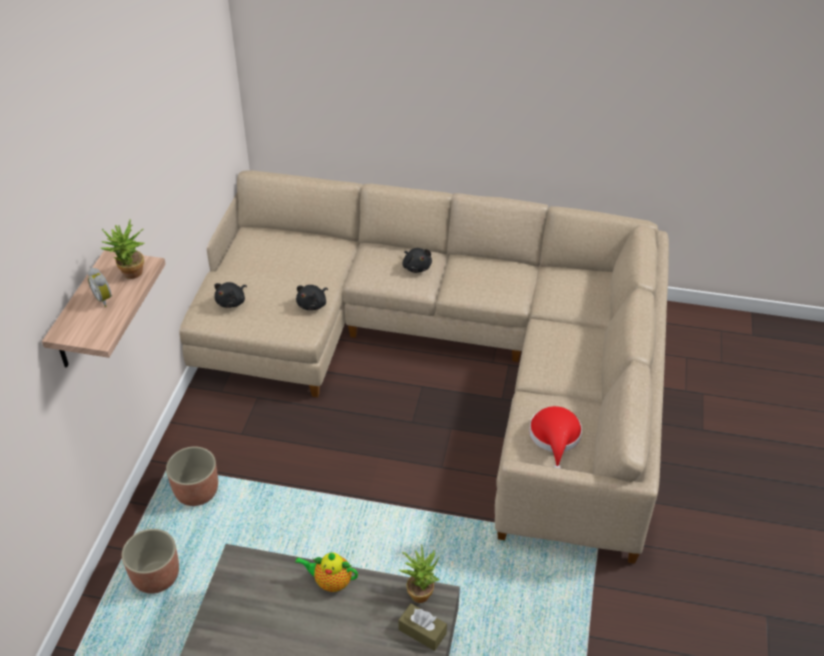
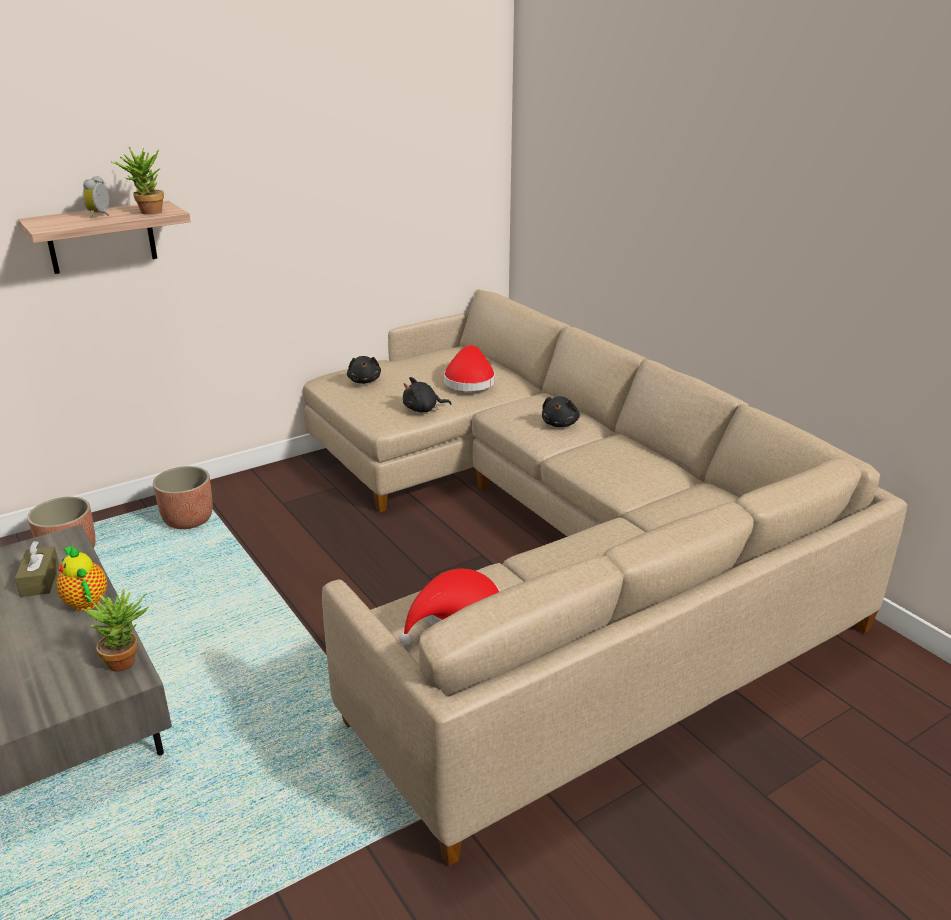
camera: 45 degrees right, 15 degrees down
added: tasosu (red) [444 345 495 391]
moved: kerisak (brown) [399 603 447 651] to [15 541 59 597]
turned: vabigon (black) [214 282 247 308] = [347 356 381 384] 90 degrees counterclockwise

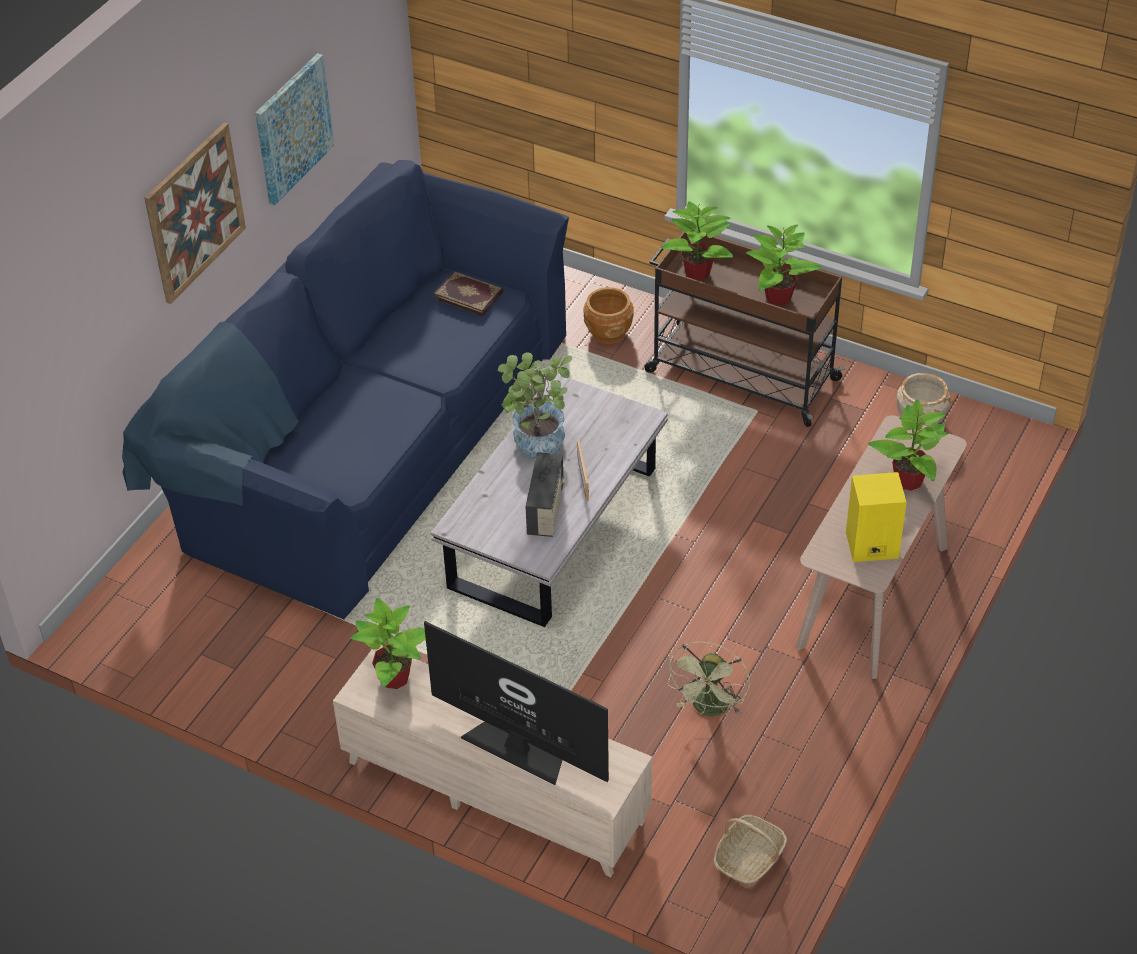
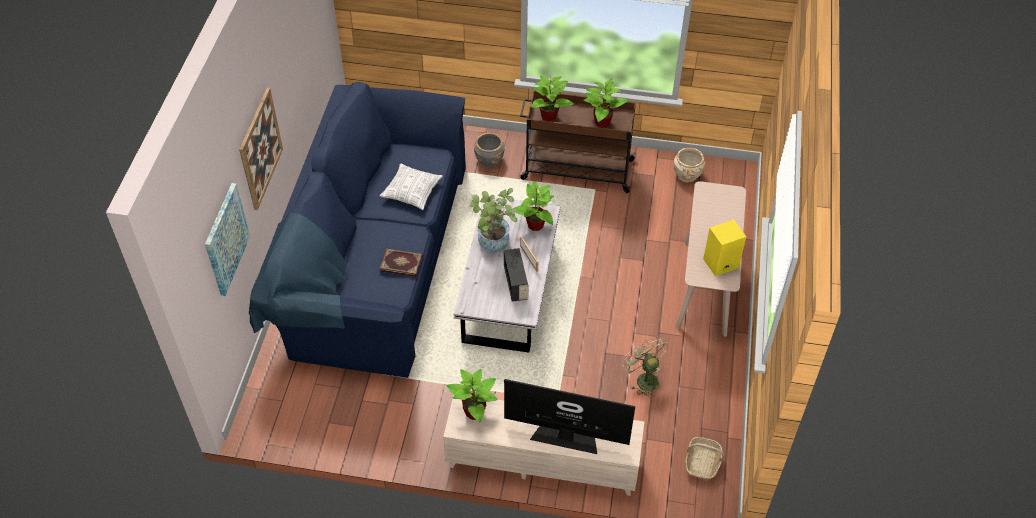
camera: 20 degrees left, 5 degrees up
added: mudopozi [379 163 443 210]
moved: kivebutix [255 53 334 206] to [205 183 250 296]; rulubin [434 271 503 316] to [379 249 423 277]; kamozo [868 399 948 491] to [515 181 554 231]
recoloured: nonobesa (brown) [583 287 634 344] to nonobesa (grey) [474 133 505 167]
turned: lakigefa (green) [667 642 750 716] = [622 336 669 398] 150 degrees clockwise

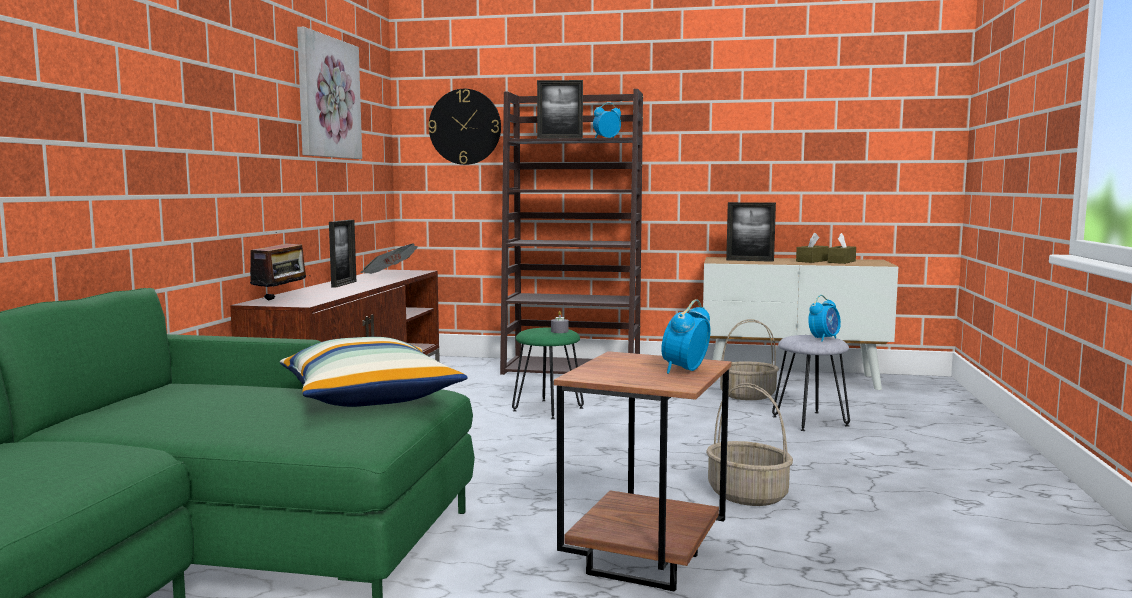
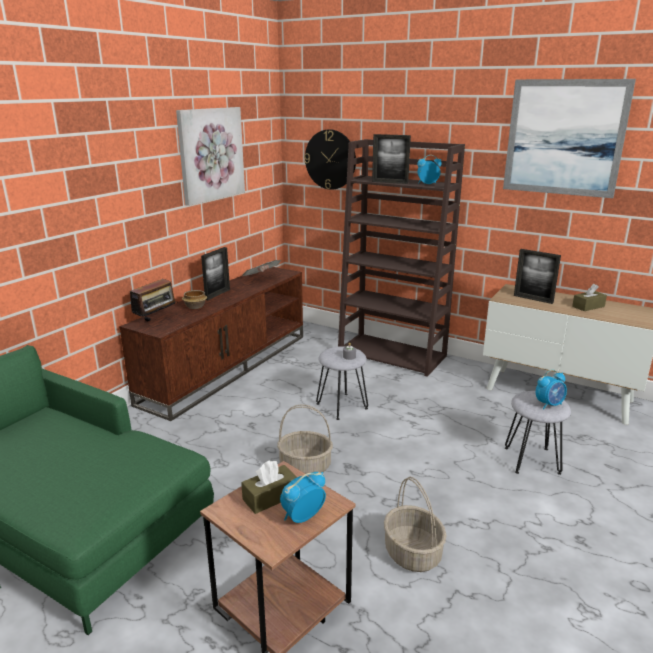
camera: 20 degrees right, 15 degrees up
removed: mudopozi [280 337 468 407]
added: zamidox [182 290 207 309]; kivebutix [503 79 636 198]
moved: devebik [720 319 779 400] to [277 404 333 476]; kerisak (brown) [828 233 856 264] to [241 460 297 514]
recoloured: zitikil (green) [512 328 584 419] to zitikil (grey) [316 346 368 420]

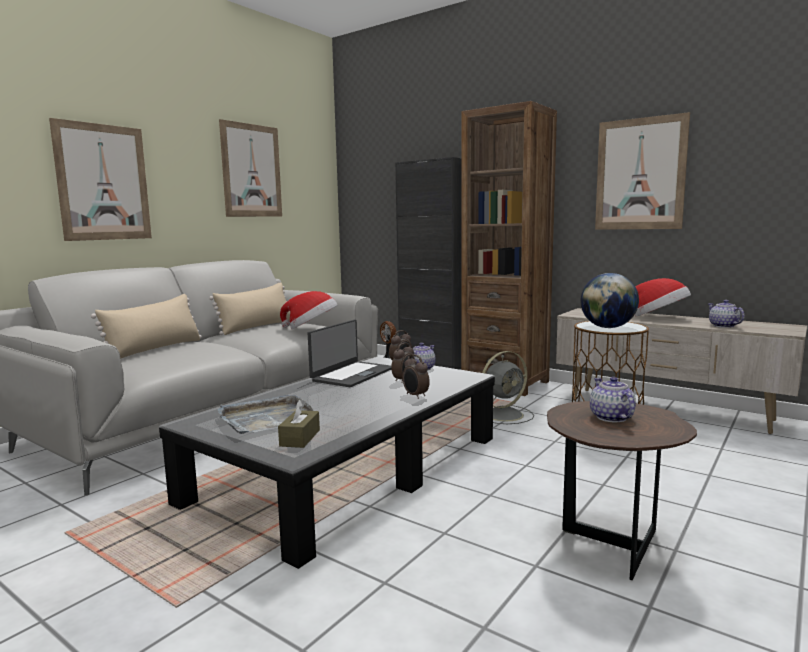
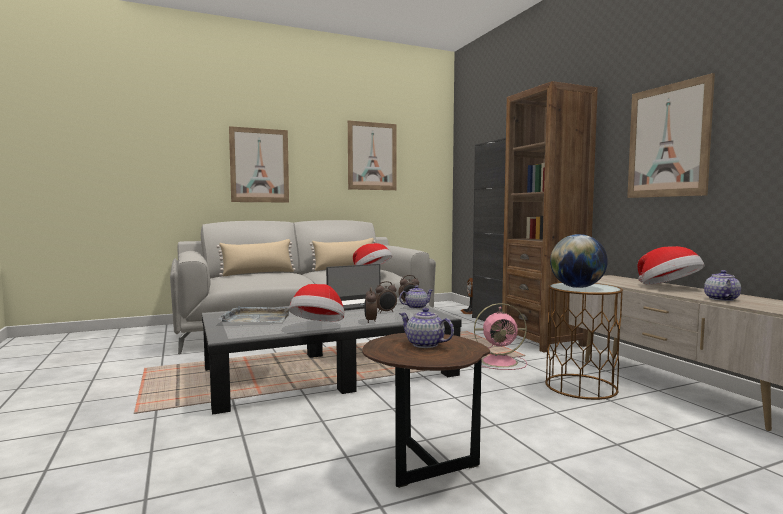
camera: 30 degrees right, 5 degrees down
removed: kerisak (brown) [278 399 320 448]
added: tasosu [289 284 344 322]
recoloured: lakigefa (grey) [482 351 534 424] to lakigefa (pink) [474 303 527 370]
turned: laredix [590 377 636 422] = [399 308 454 348] 75 degrees counterclockwise

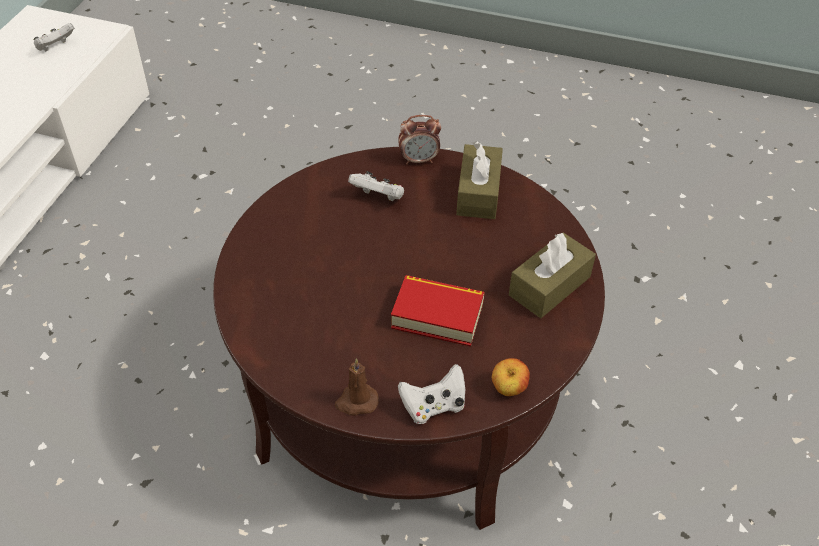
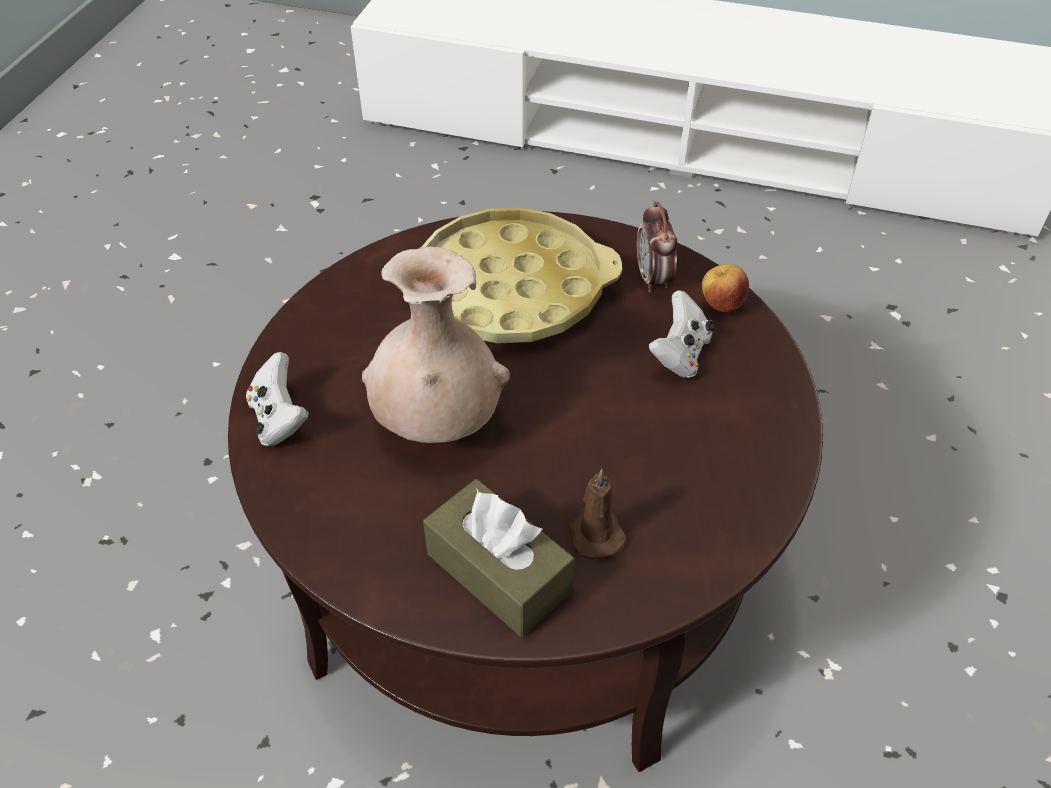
camera: 90 degrees right, 0 degrees up
removed: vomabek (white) [33 23 74 51]; kerisak (brown) [456 141 503 219]
added: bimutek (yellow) [422 208 622 344]
moved: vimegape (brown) [335 359 379 416] to [569 469 626 560]; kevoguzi [398 115 441 165] to [637 201 677 292]; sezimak [492 358 530 396] to [702 264 749 312]
replaced: rulubin [391 275 485 347] to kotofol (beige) [362 247 510 443]

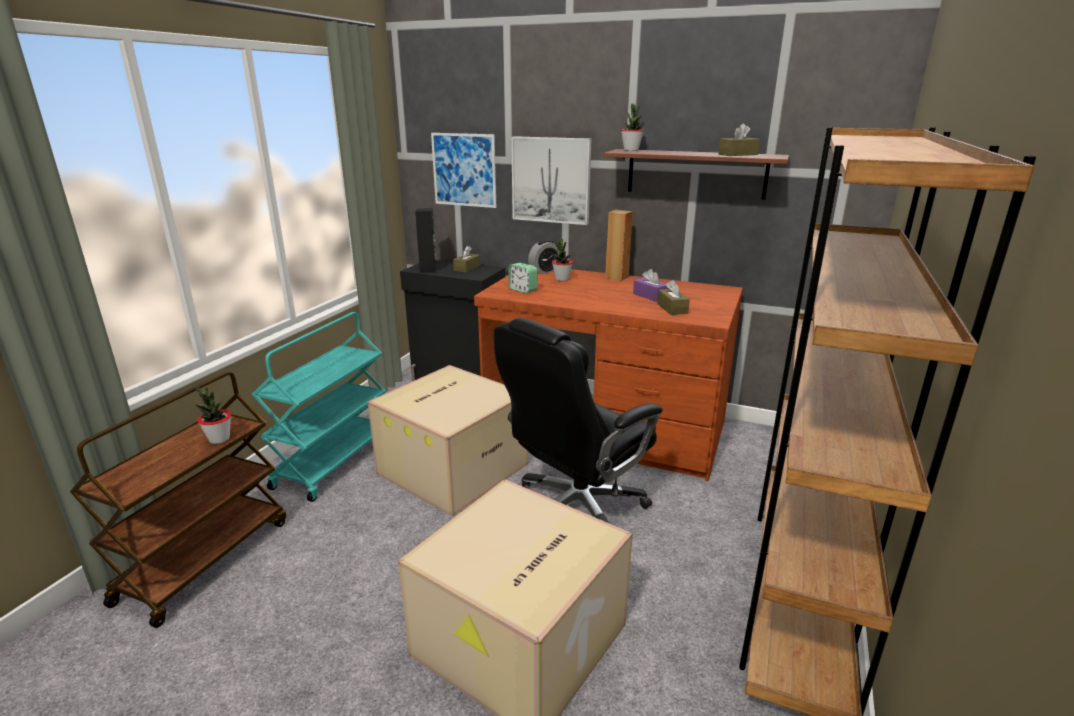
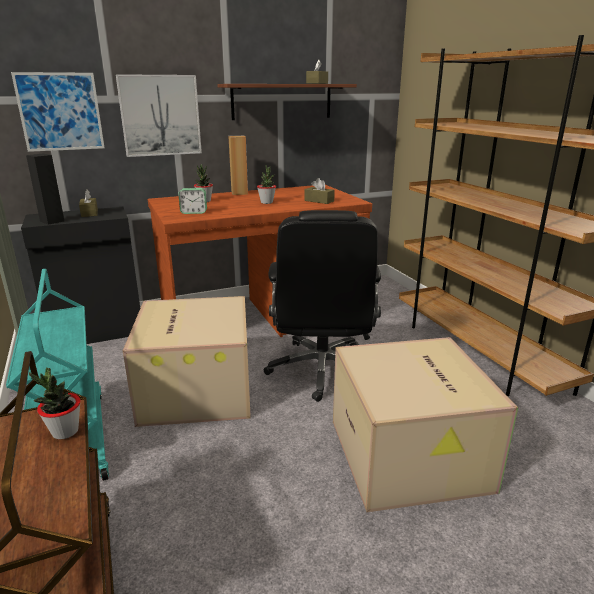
camera: 45 degrees left, 0 degrees up
removed: kevoguzi [528 240 559 274]; kerisak (purple) [633 269 669 302]
moved: kamozo [621 104 644 151] to [257 165 276 204]

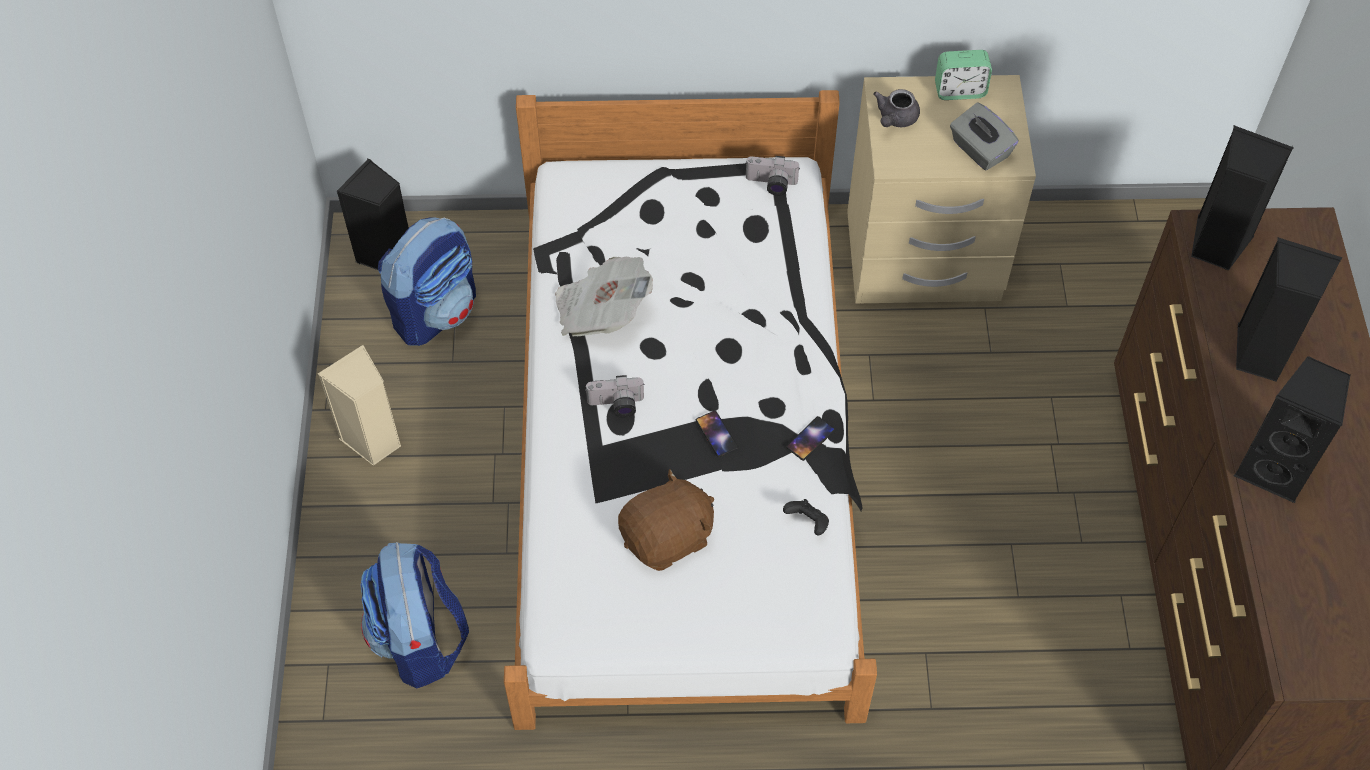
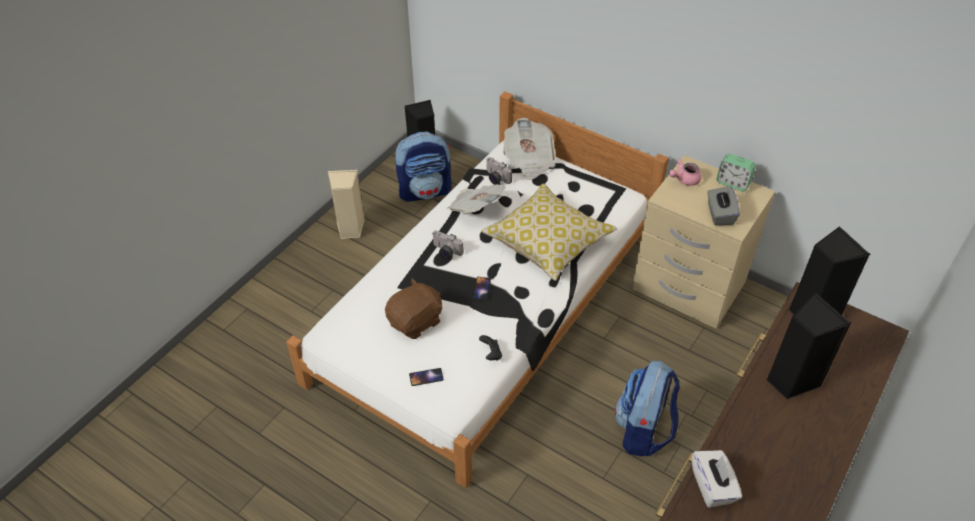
camera: 35 degrees right, 10 degrees down
removed: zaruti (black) [1234 356 1350 503]
added: mudopozi [481 183 617 281]; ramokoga [503 118 556 180]; kerisak (white) [692 450 742 508]
moved: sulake [360 542 469 688] to [615 361 680 456]; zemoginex [745 156 799 196] to [487 157 512 184]; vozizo [786 416 835 461] to [409 368 444 386]
recoloured: laredix (grey) [873 89 920 127] to laredix (pink) [669 159 702 186]
turned: vabigon (brown) [618 469 714 571] = [385 278 442 339] 45 degrees counterclockwise

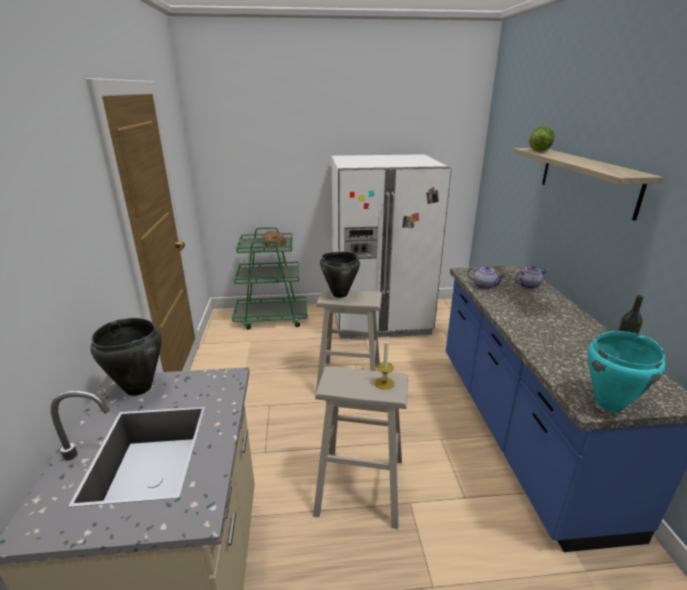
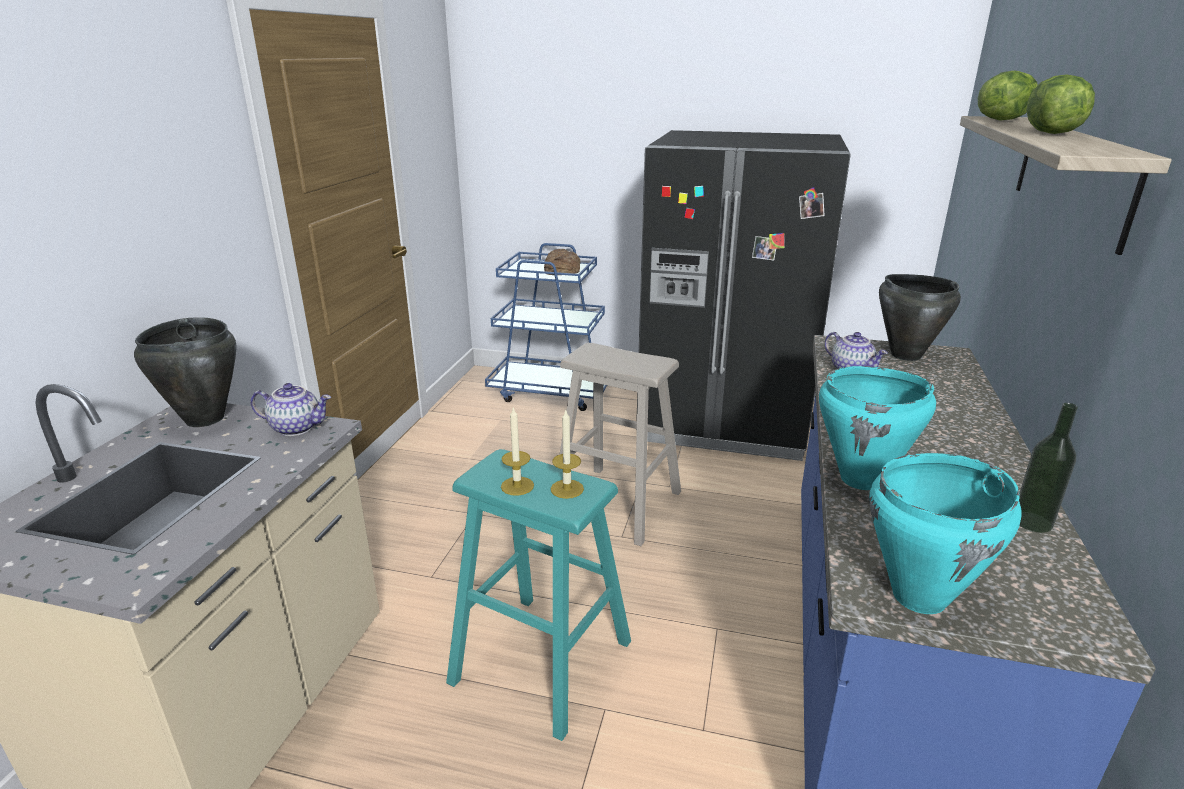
camera: 20 degrees right, 0 degrees up
added: vimegape [501 406 534 496]; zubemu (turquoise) [819 366 936 490]; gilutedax [1026 74 1095 134]
moved: zubemu (black) [320 252 360 298] to [879 274 961 361]; laredix [514 266 548 289] to [251 383 331 436]
recoloured: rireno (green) [232 227 307 329] to rireno (blue) [485 243 607 411]; zitikil (beige) [313 366 408 529] to zitikil (turquoise) [446 449 631 741]; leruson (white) [332 154 451 339] to leruson (black) [636 130 851 461]

